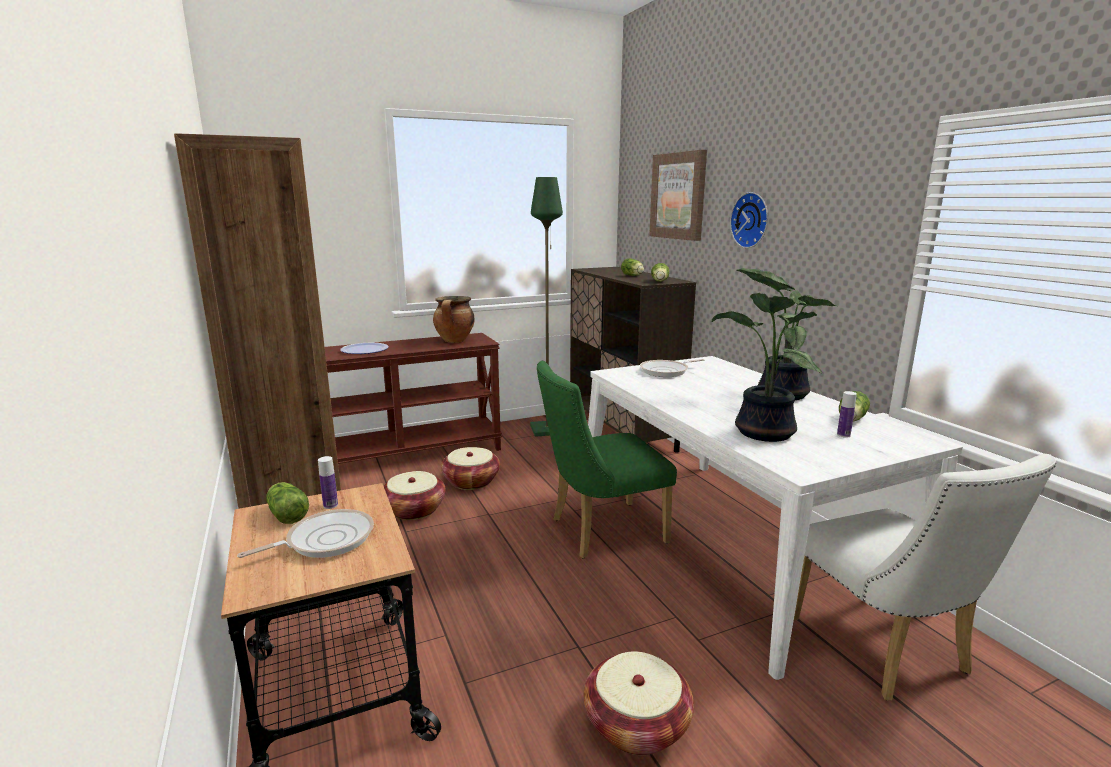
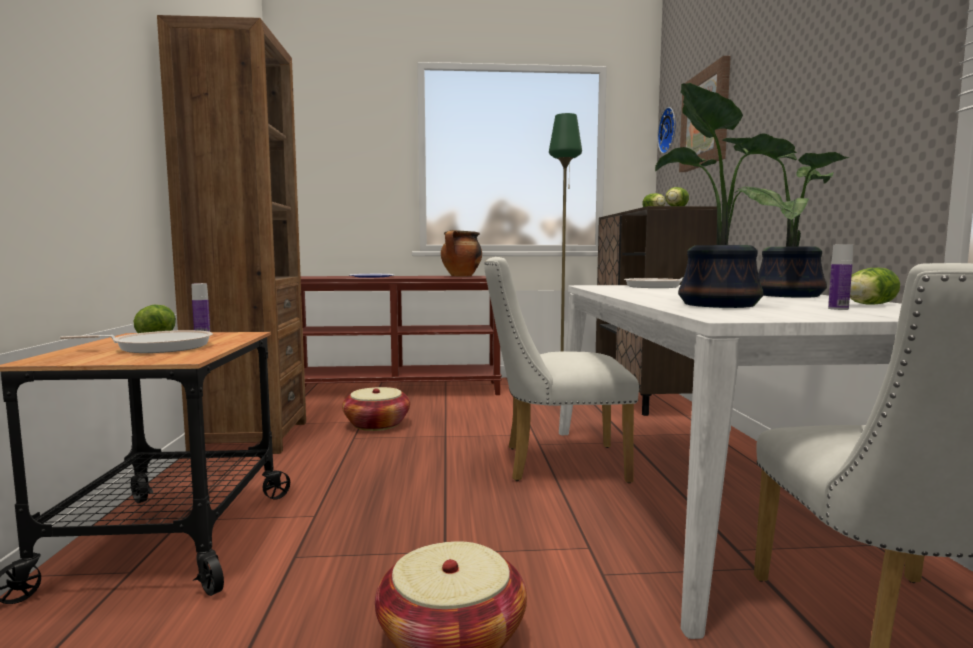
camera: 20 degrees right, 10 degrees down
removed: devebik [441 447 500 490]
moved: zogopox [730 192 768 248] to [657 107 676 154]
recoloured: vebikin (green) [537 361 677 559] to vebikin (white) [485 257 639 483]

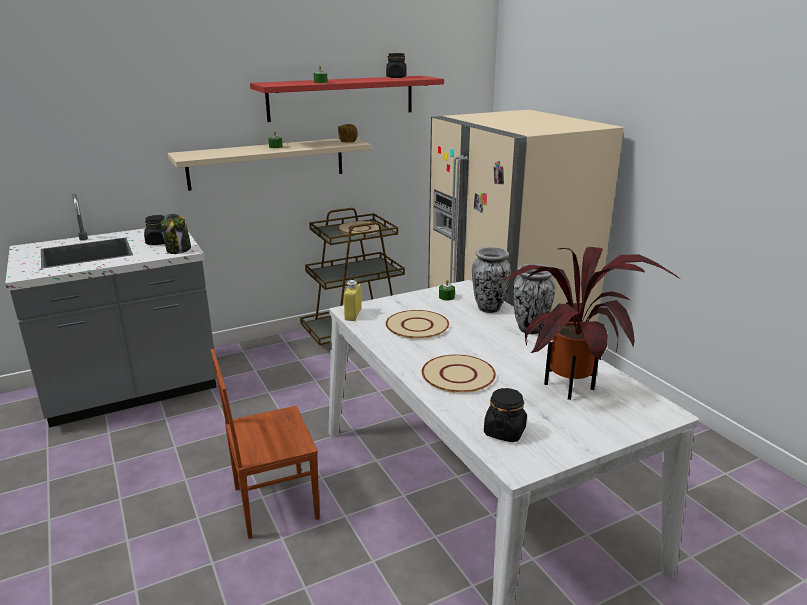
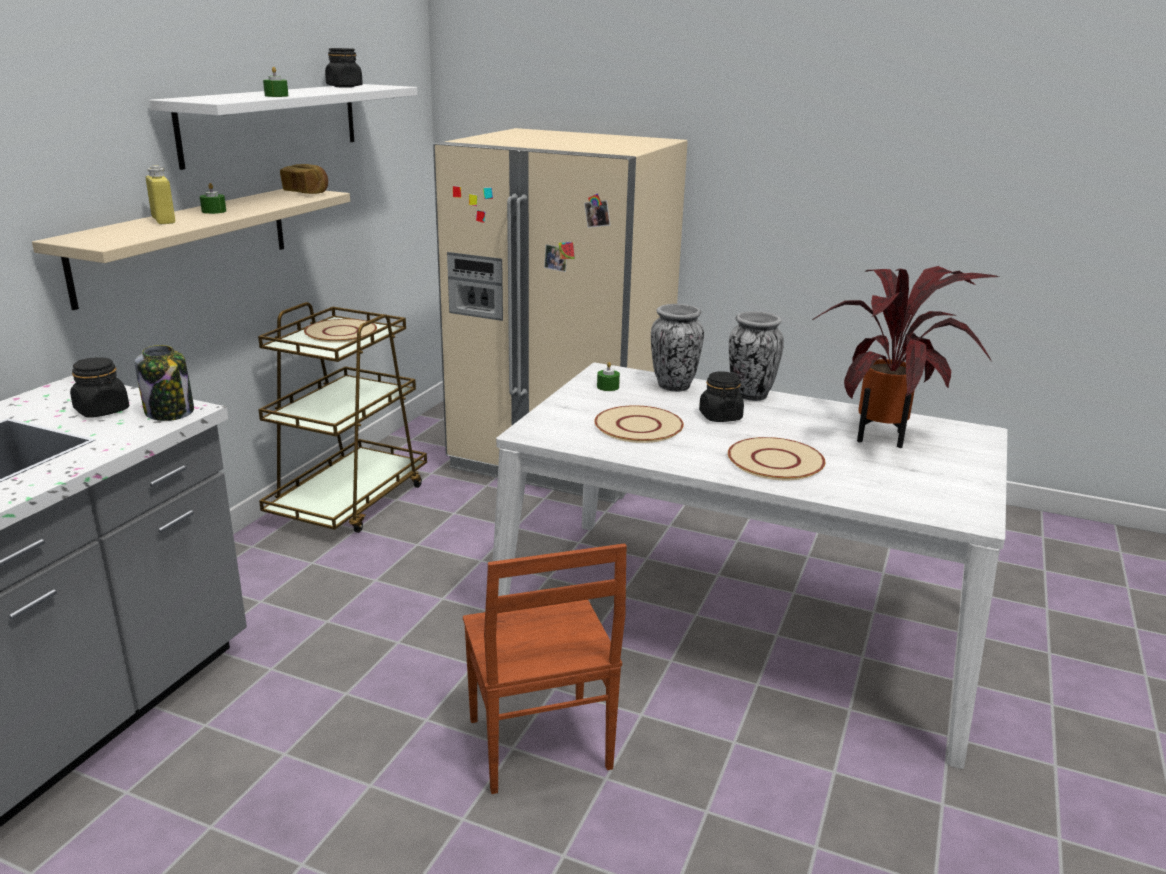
camera: 40 degrees left, 0 degrees up
moved: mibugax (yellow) [344 280 361 321] to [146 166 175 224]; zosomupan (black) [484 388 527 442] to [699 371 744 422]
recoloured: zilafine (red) [250 76 444 122] to zilafine (white) [149 84 418 170]
turned: vebikin (brown) [211 349 320 539] = [463 544 627 794] 45 degrees counterclockwise

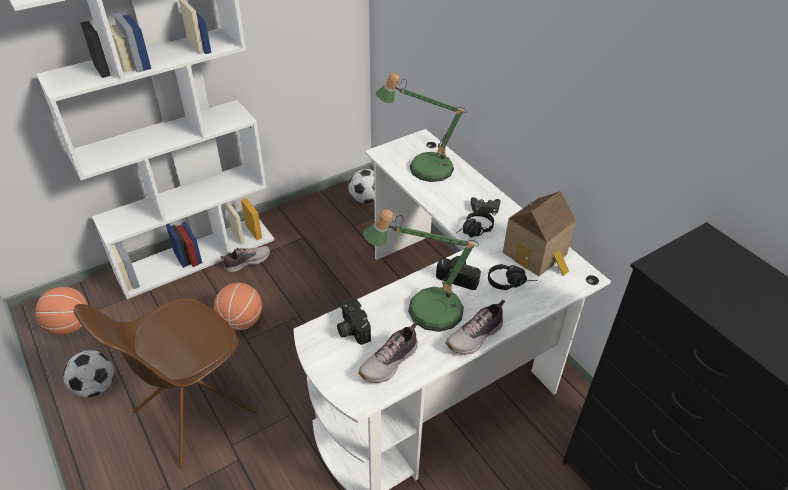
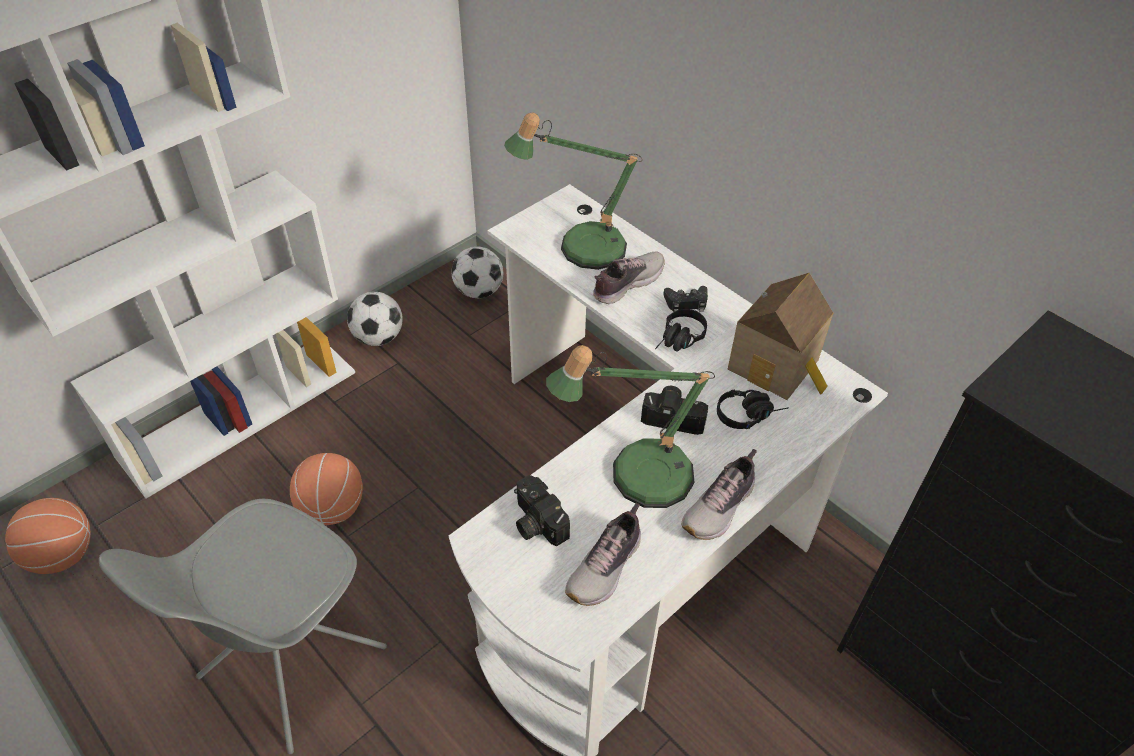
camera: 10 degrees left, 5 degrees up
moved: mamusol [63 350 114 398] to [347 292 403 346]; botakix [220 246 270 272] to [593 252 665 304]
recoloured: vebikin (brown) [74 297 257 468] to vebikin (grey) [99 499 387 754]

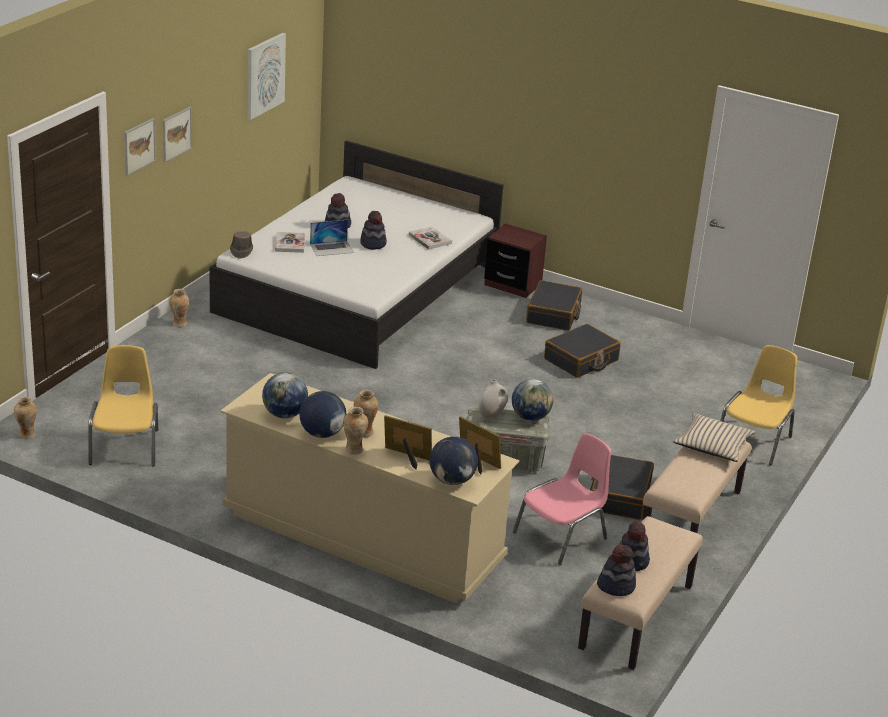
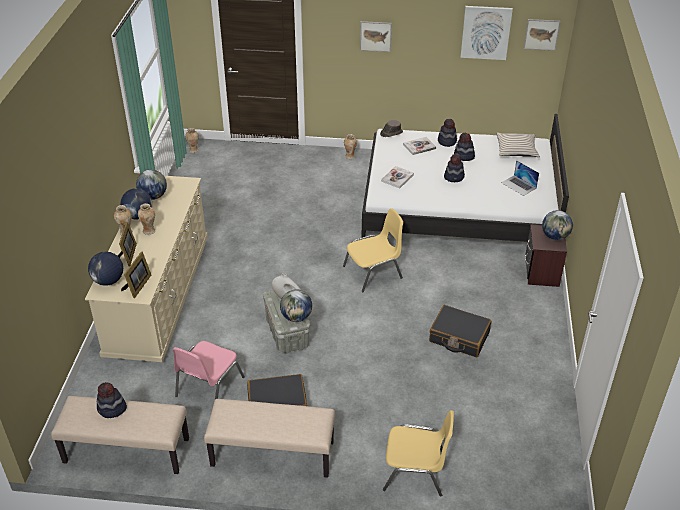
camera: 70 degrees right, 10 degrees up
removed: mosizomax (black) [526 280 582 331]
added: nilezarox [542 210 573 240]
moved: vebikin (yellow) [88 345 158 466] to [343 208 403 293]; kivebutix [124 118 156 176] to [524 19 561 51]; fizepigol [310 220 354 256] to [501 160 539 196]; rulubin [409 226 452 250] to [381 166 414 189]; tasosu [597 545 636 596] to [438 119 457 147]; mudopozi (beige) [673 413 755 462] to [497 133 540 157]
turned: vebikin (pink) [513 433 611 565] = [173 341 245 399] 90 degrees clockwise

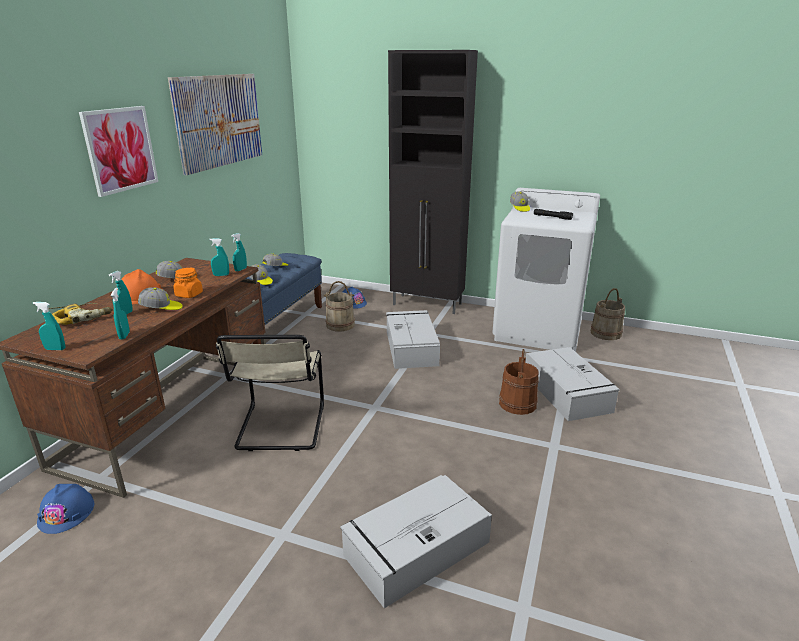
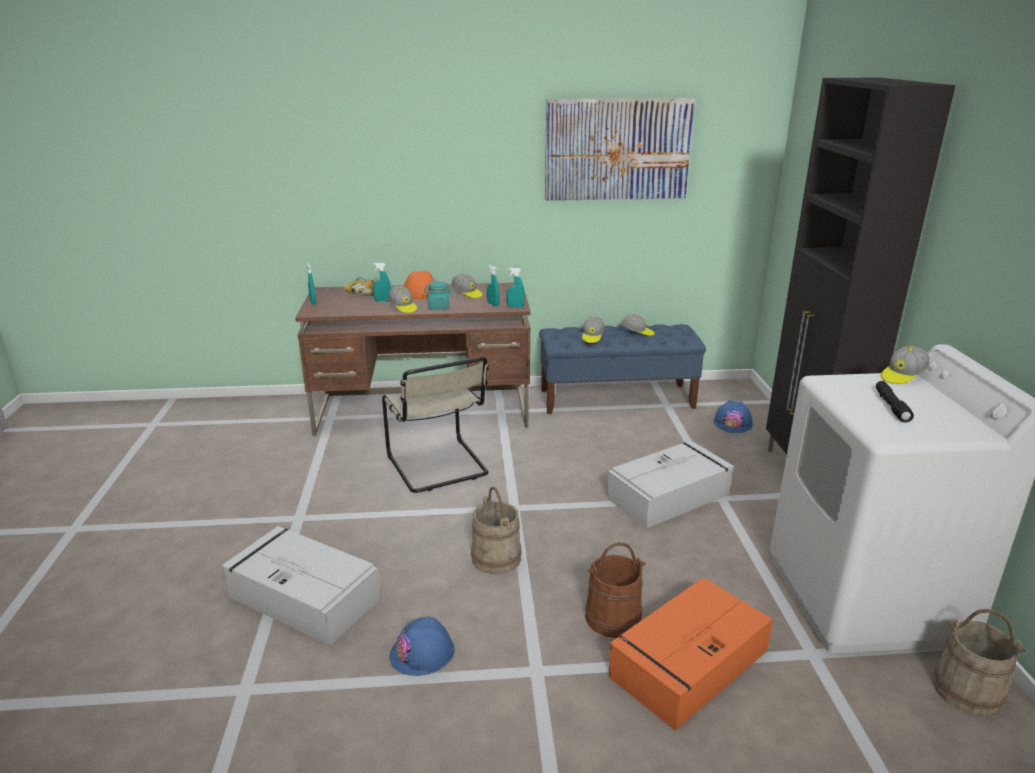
camera: 65 degrees right, 0 degrees up
removed: kivebutix [79 106 158 197]; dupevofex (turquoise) [111 288 130 340]
moved: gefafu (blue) [37 484 94 534] to [389 616 455 676]; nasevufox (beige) [324 281 355 331] to [471 486 522 574]
recoloured: zosomupan (orange) [173 268 203 298] to zosomupan (turquoise) [424 281 452 310]; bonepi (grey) [525 347 620 421] to bonepi (orange) [609 578 773 731]
turned: vebikin (beige) [216 335 324 451] = [382 357 489 493] 90 degrees counterclockwise

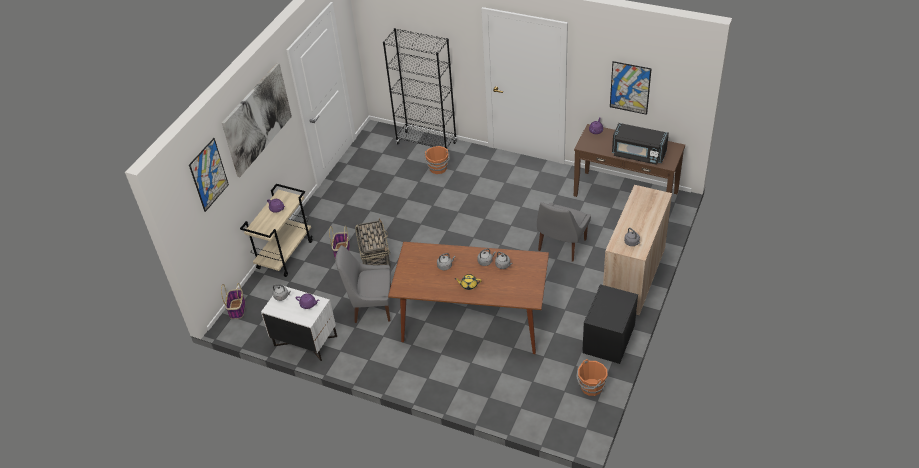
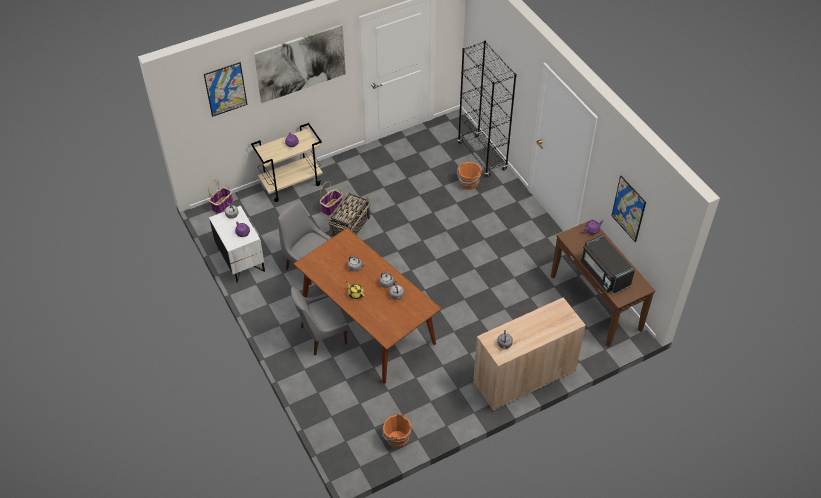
camera: 35 degrees right, 5 degrees up
removed: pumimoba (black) [582 284 638 364]
moved: vebikin (grey) [537 202 591 262] to [291 287 348 355]

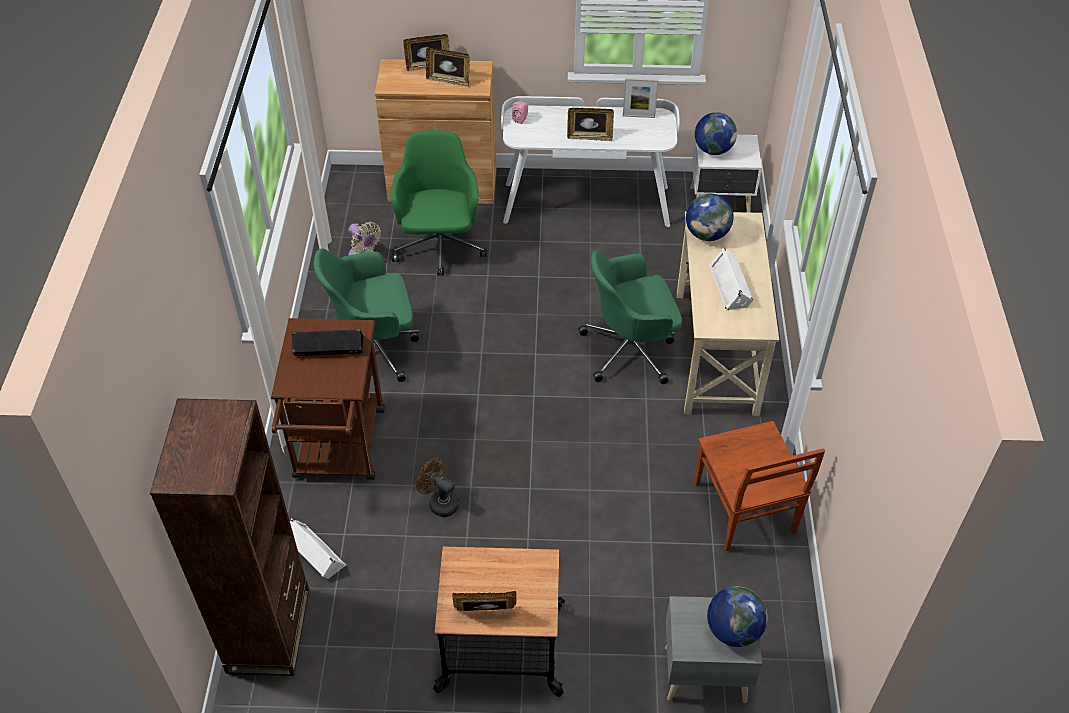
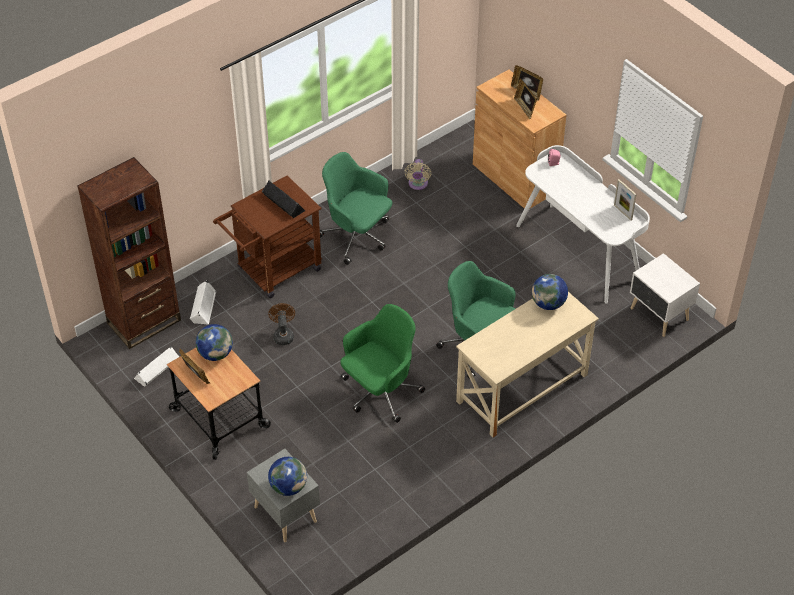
camera: 50 degrees right, 0 degrees up
removed: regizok [567 108 614 141]; vebikin (brown) [694 421 825 551]
moved: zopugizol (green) [391 130 487 276] to [340 304 425 423]; nilezarox [695 112 737 155] to [196 324 233 361]; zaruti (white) [709 247 753 311] to [134 346 179 387]

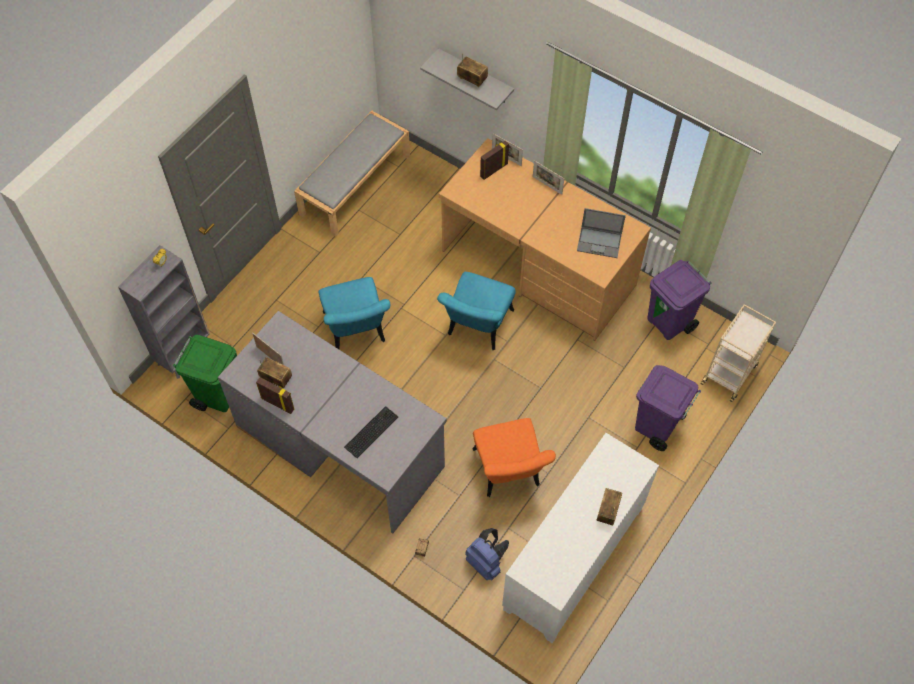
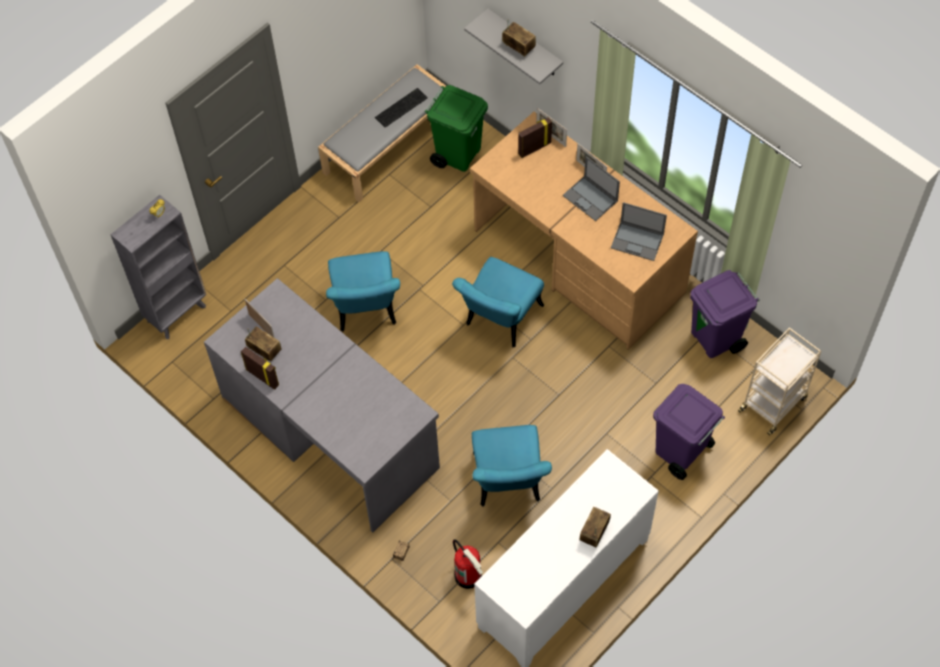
camera: 10 degrees right, 0 degrees up
added: fizepigol [563 156 620 221]
moved: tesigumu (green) [173 335 237 412] to [425 85 488 172]; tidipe [344 406 398 458] to [375 88 428 127]
replaced: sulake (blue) [465 528 509 580] to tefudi [453 539 483 589]
recoloured: vebikin (orange) [472 418 556 497] to vebikin (turquoise) [472 425 552 507]

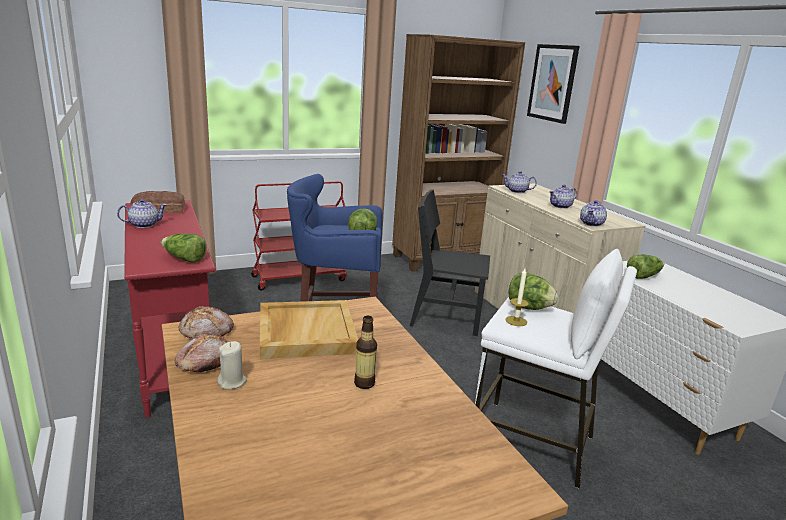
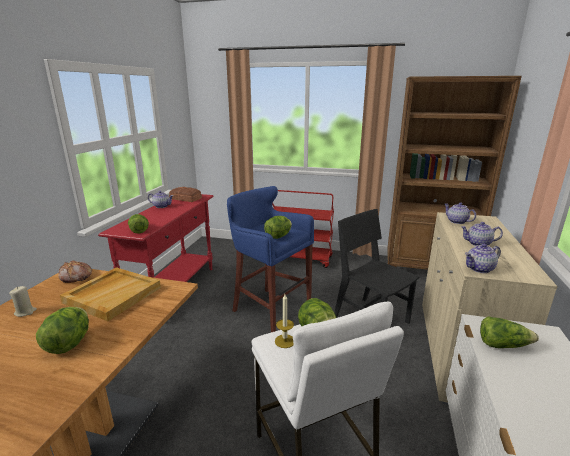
camera: 40 degrees right, 0 degrees up
removed: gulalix [175 334 229 372]; kivebutix [527 44 580 124]
replaced: mibugax [354 316 377 389] to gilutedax [36 307 89 354]

